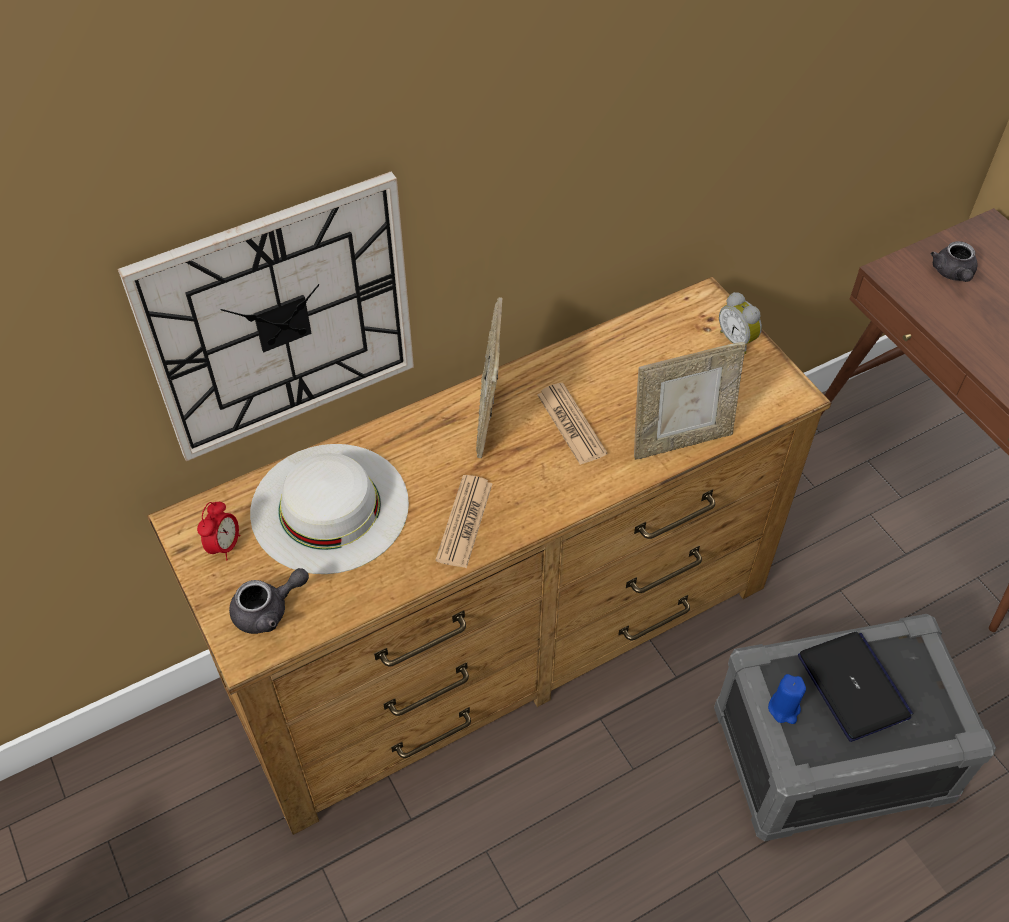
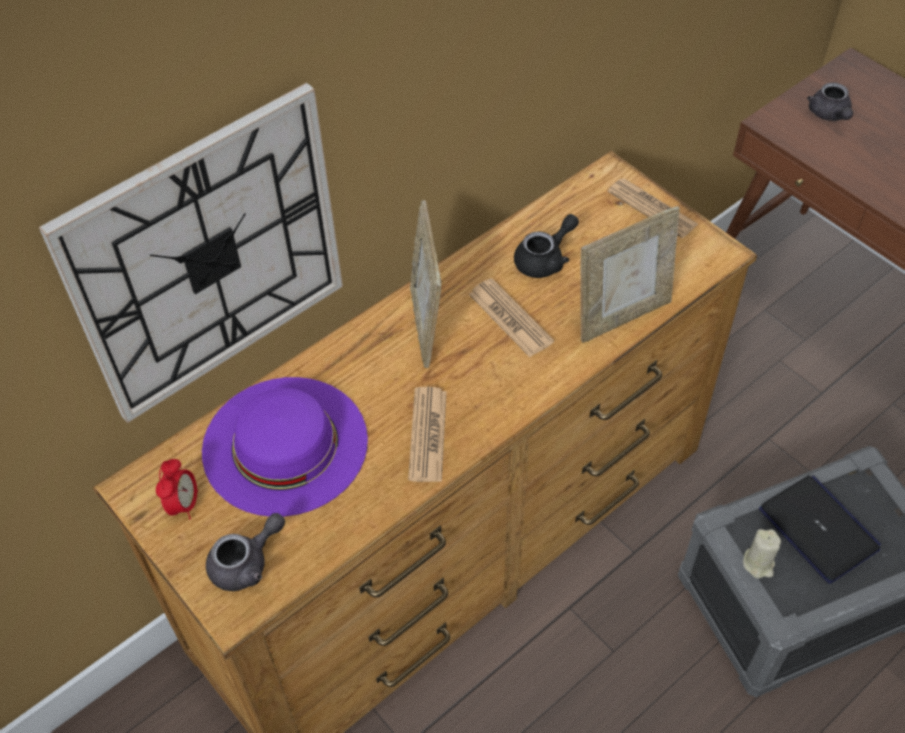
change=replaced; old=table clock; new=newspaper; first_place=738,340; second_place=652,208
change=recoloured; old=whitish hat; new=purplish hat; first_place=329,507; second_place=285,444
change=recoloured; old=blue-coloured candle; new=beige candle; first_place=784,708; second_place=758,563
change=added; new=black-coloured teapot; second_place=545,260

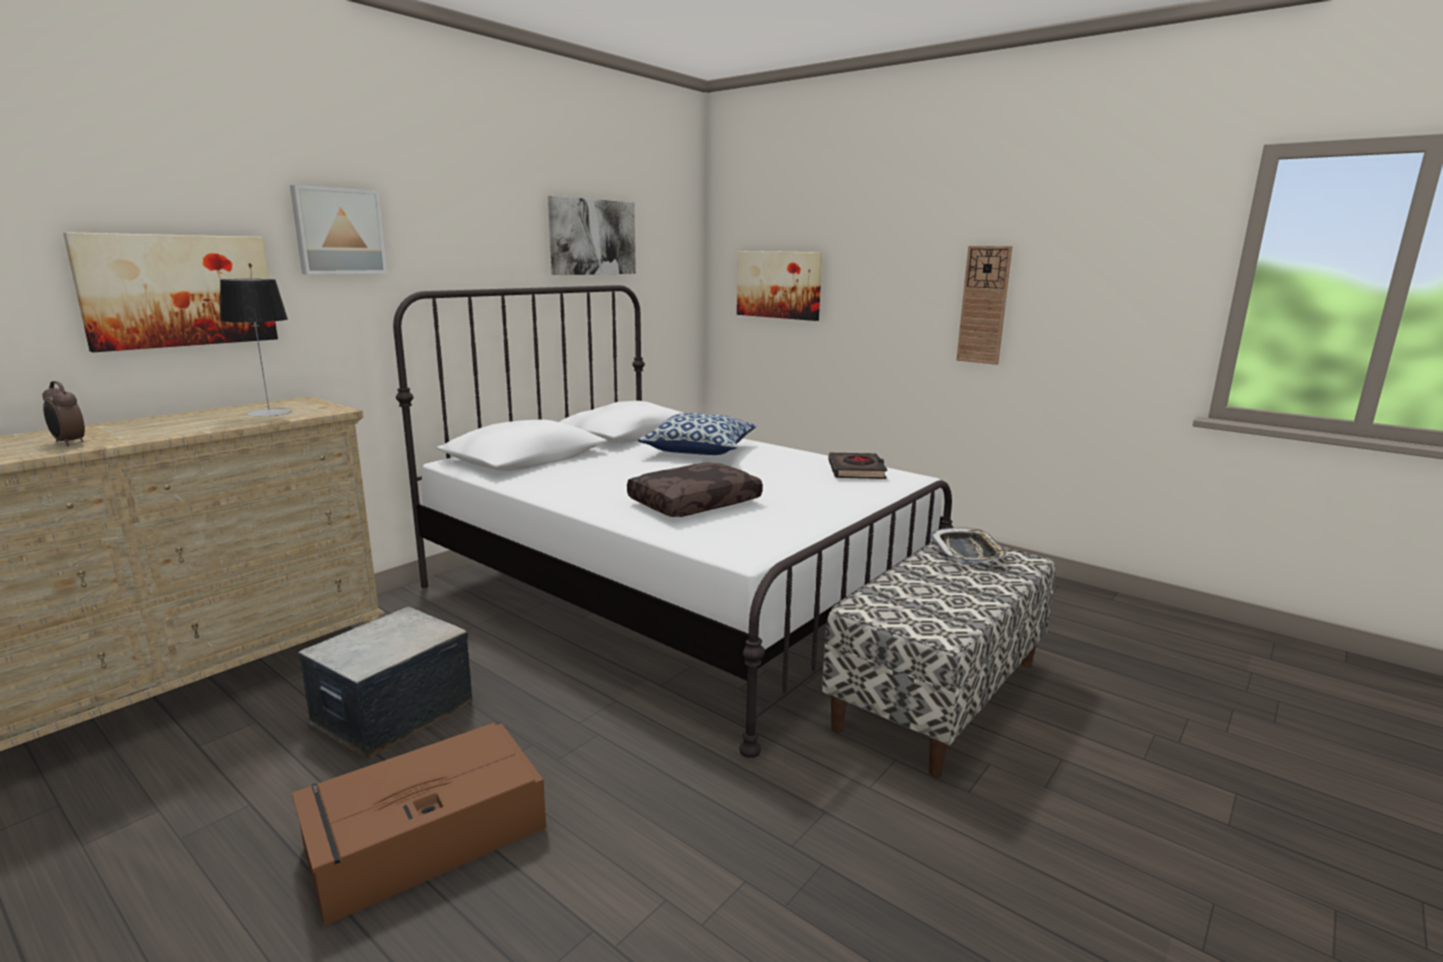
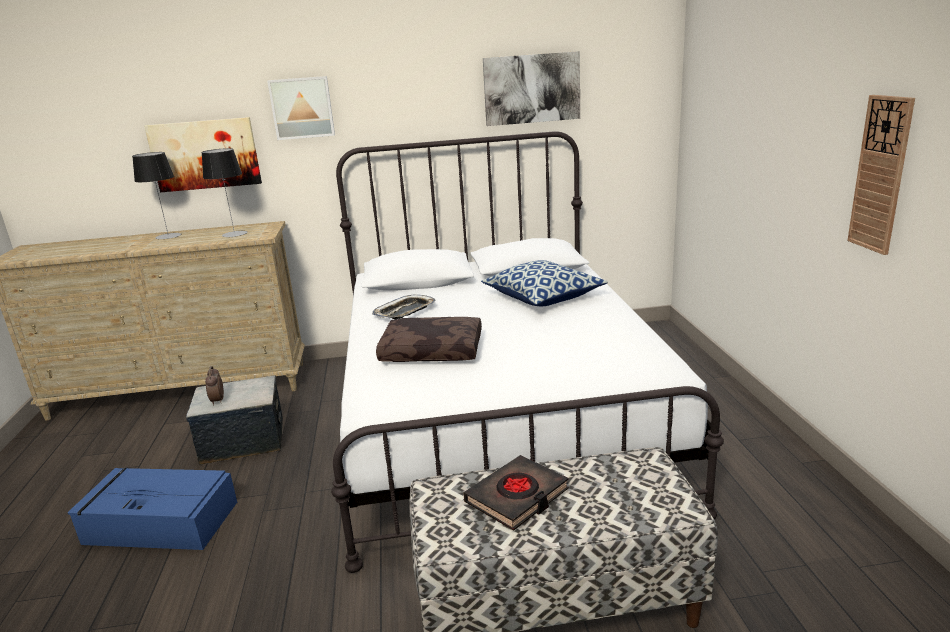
change=removed; old=wall picture; first_place=779,284
change=moved; old=table clock; first_place=68,443; second_place=217,401
change=moved; old=black-coloured volume; first_place=856,471; second_place=517,497
change=moved; old=tray; first_place=967,551; second_place=405,312
change=recoloured; old=brown storage bin; new=blue-coloured storage bin; first_place=422,838; second_place=159,522
change=added; new=tabletop lamp; second_place=168,236

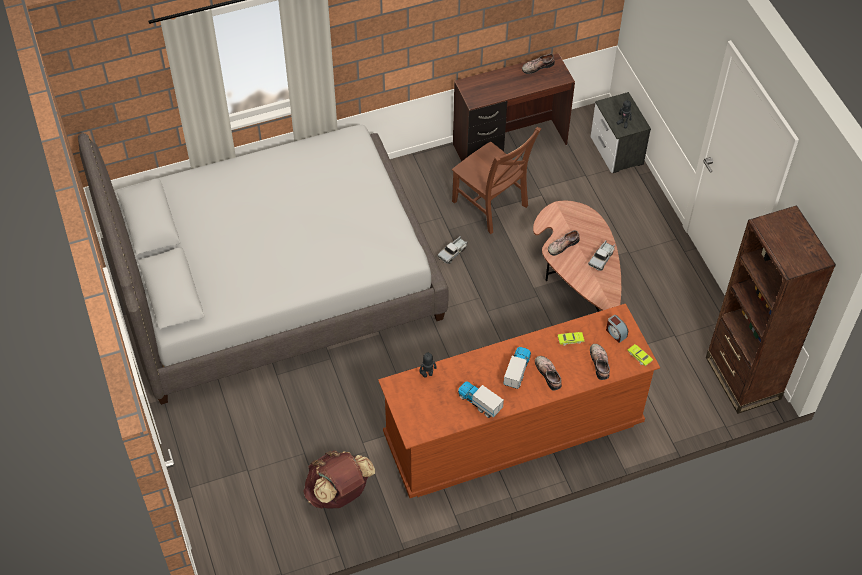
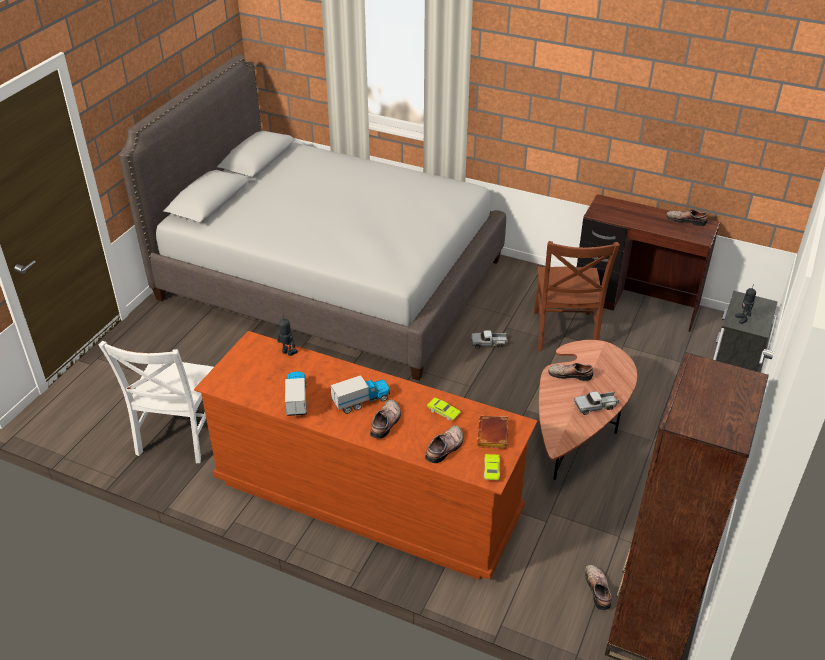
change=replaced; old=table clock; new=brown volume; first_place=615,333; second_place=494,436
change=replaced; old=brown backpack; new=whitish plain chair; first_place=339,493; second_place=178,436
change=added; new=item of footwear; second_place=599,589

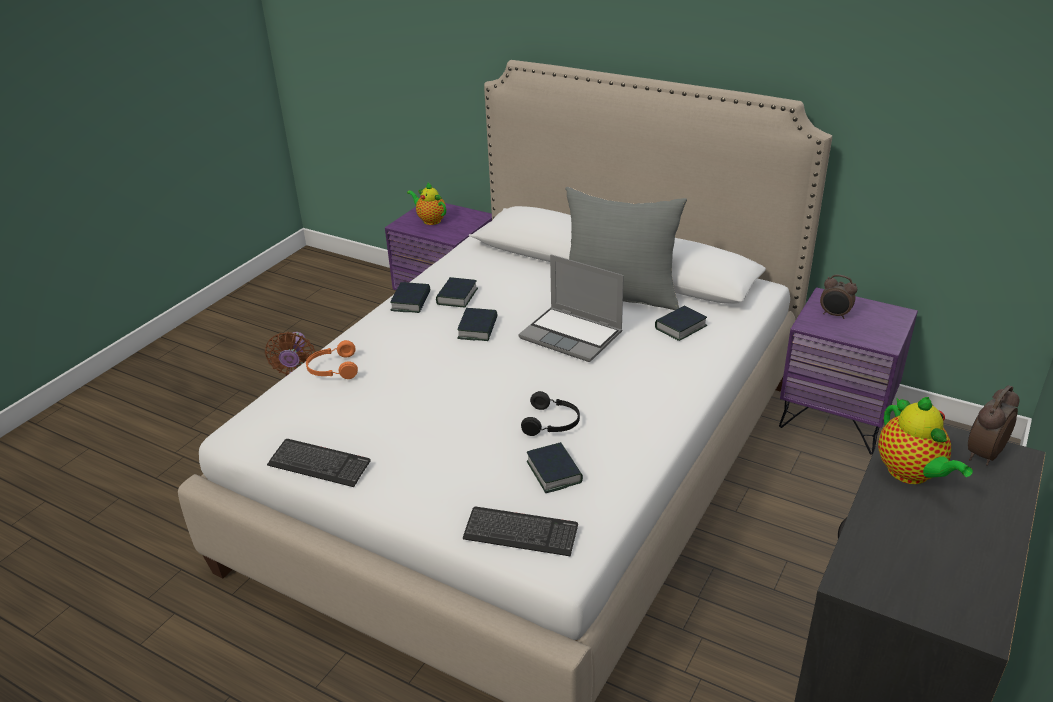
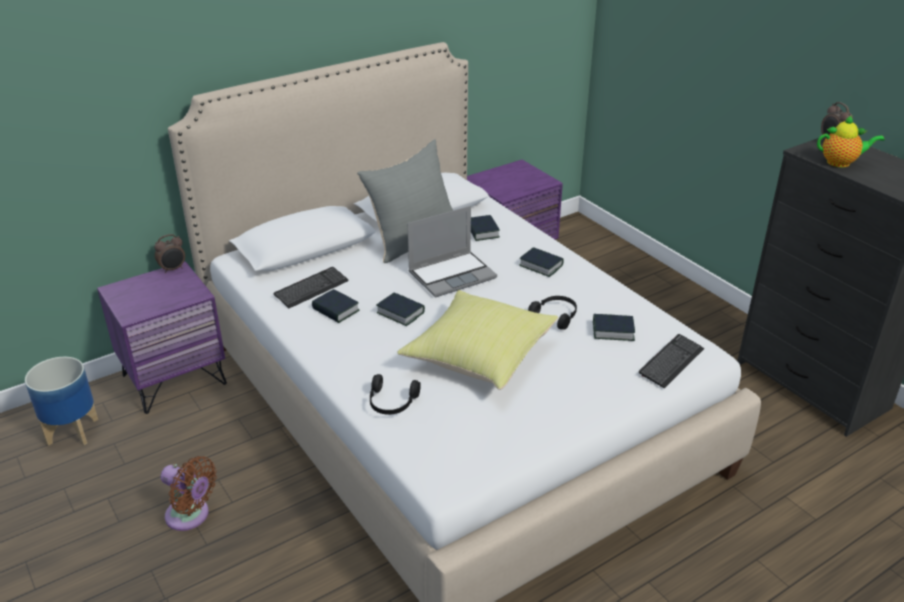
change=removed; old=teapot; first_place=430,220
change=moved; old=table clock; first_place=834,315; second_place=173,269
change=moved; old=volume; first_place=411,302; second_place=541,265
change=recoloured; old=orangey headset; new=black-coloured headset; first_place=332,369; second_place=391,403
change=moved; old=PC keyboard; first_place=319,464; second_place=311,289
change=added; new=yellow throw pillow; second_place=479,356
change=added; new=flower pot; second_place=73,431

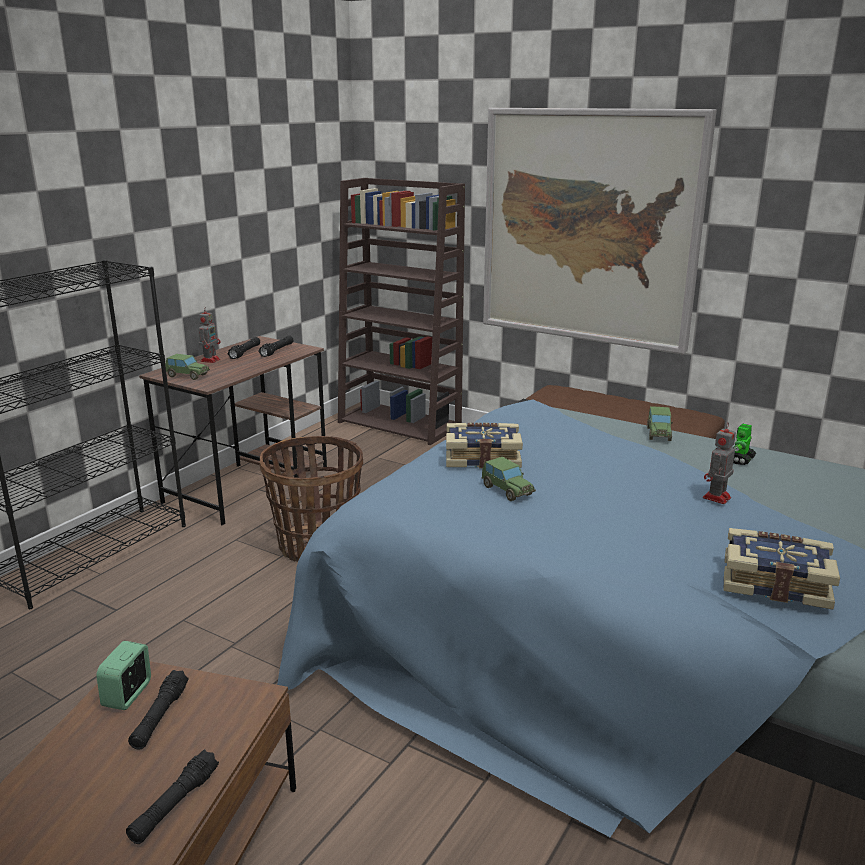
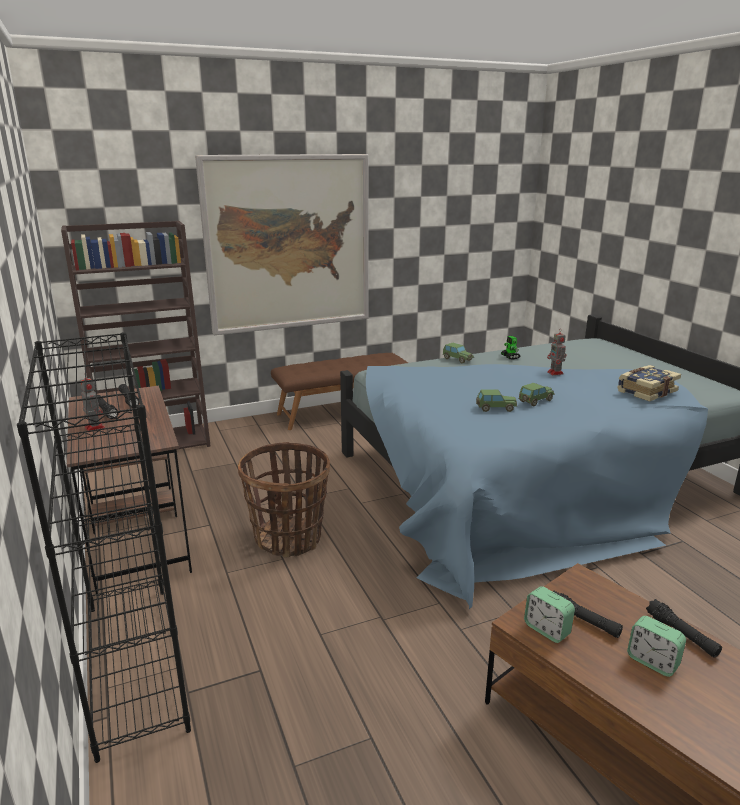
change=moved; old=model car; first_place=187,375; second_place=535,401
change=removed; old=volume; first_place=482,457
change=added; new=table clock; second_place=652,661

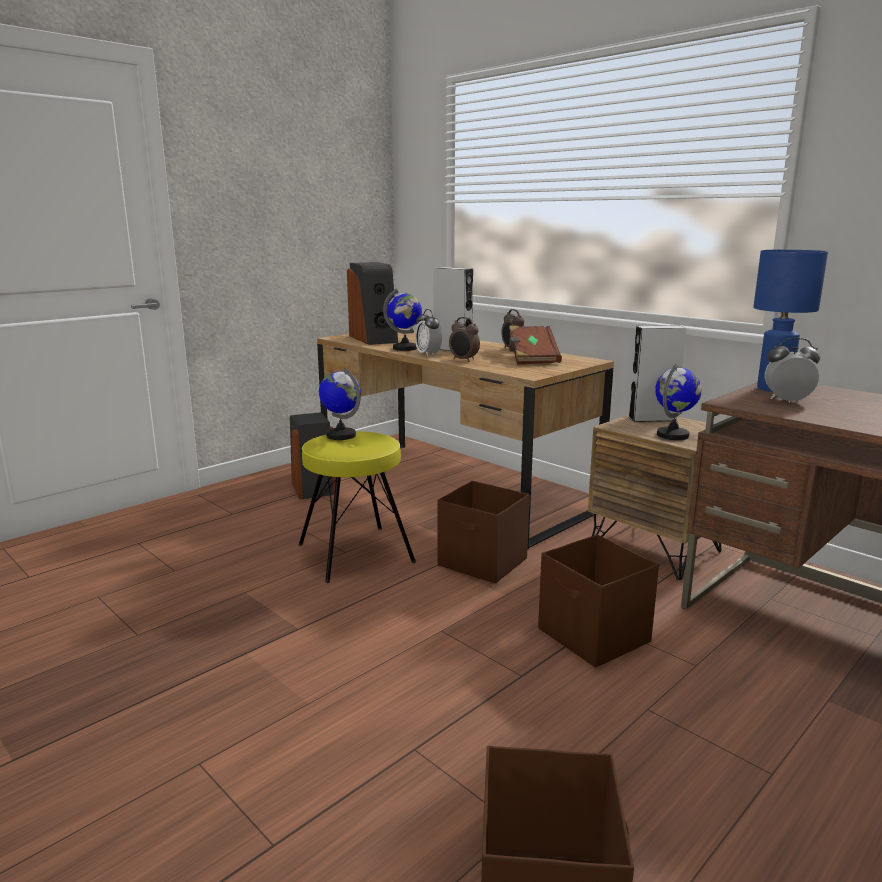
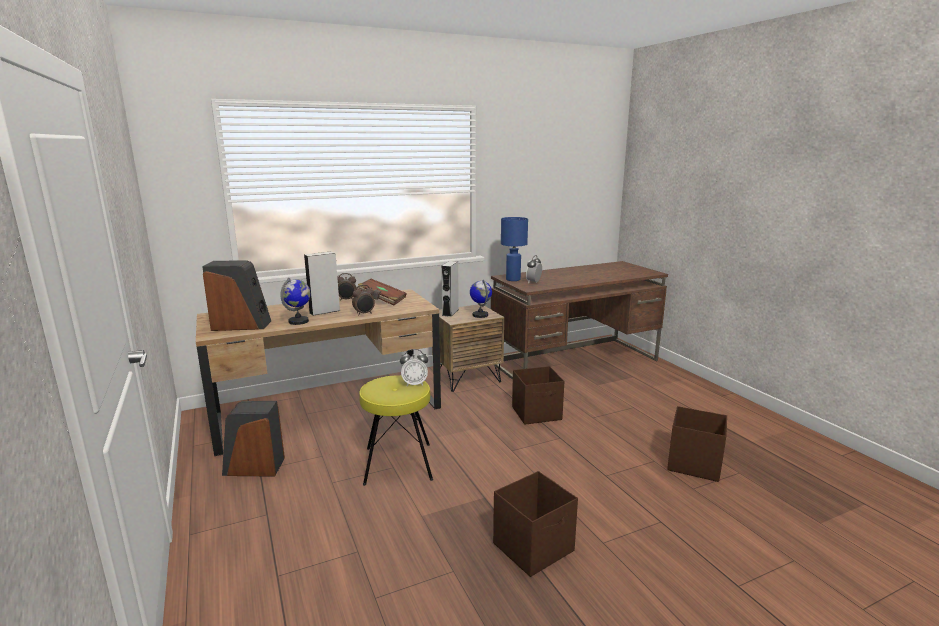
change=moved; old=table clock; first_place=428,354; second_place=414,384
change=removed; old=desk globe; first_place=341,435
change=moved; old=brown storage bin; first_place=483,563; second_place=534,547

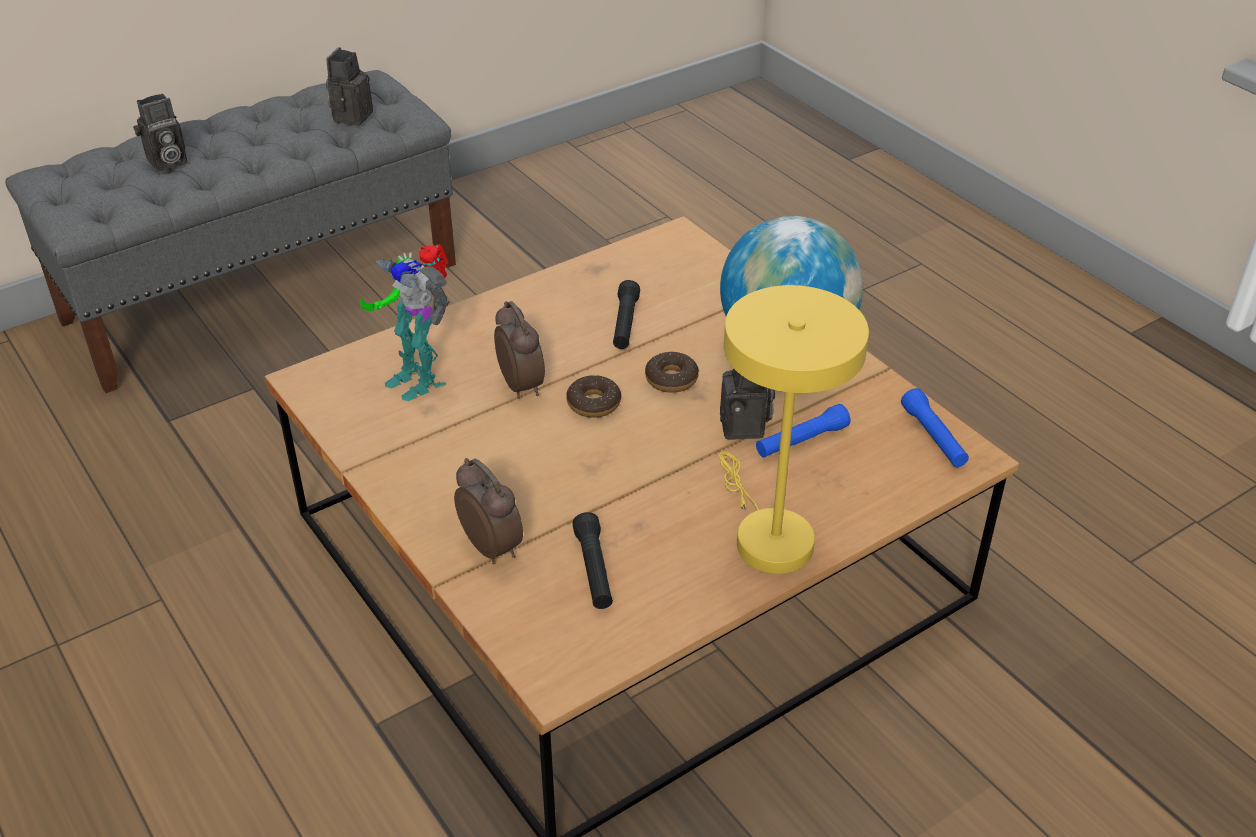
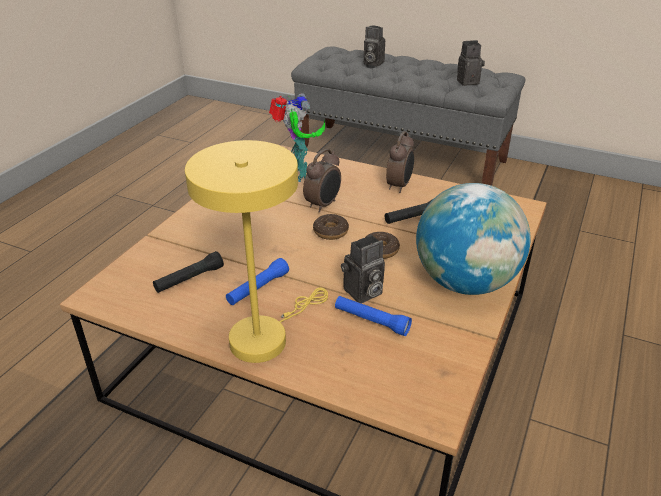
change=turned; old=toy robot; first_place=418,377; second_place=300,176; degrees=150
change=moved; old=blue-coloured torch; first_place=933,437; second_place=258,288
change=moved; old=table clock; first_place=492,547; second_place=399,186

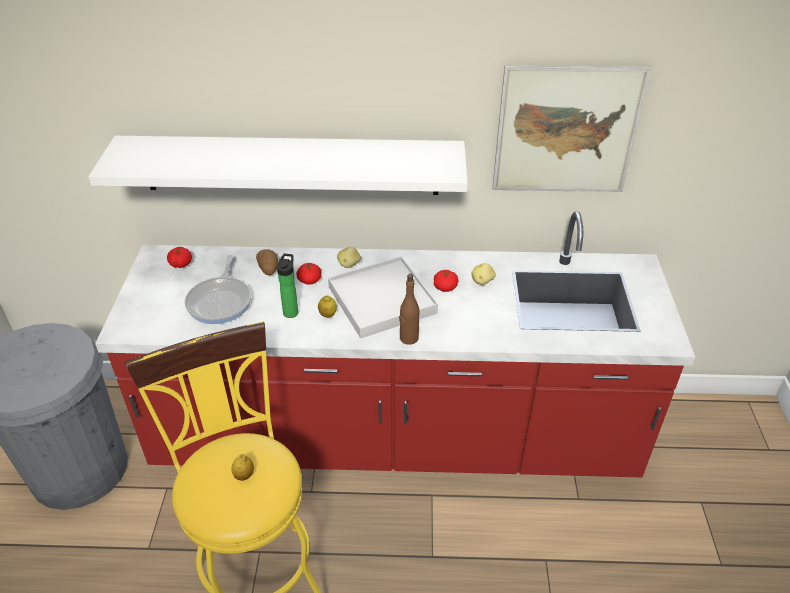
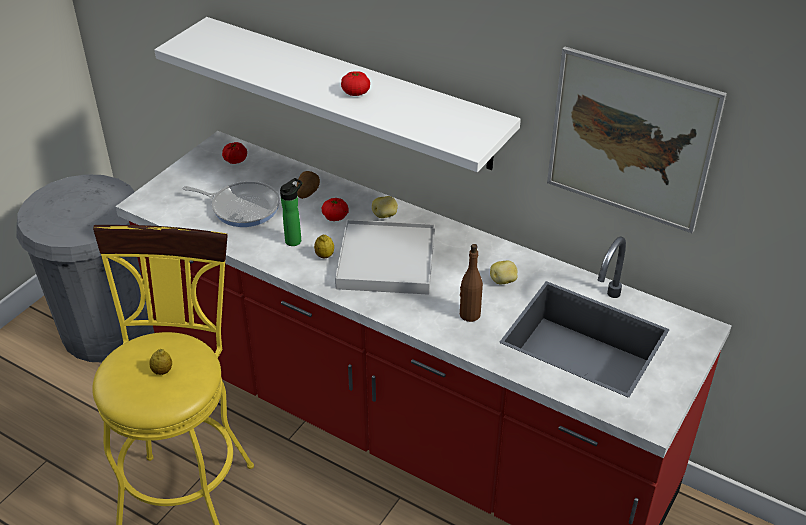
change=turned; old=pan; first_place=221,301; second_place=242,207; degrees=-105
change=moved; old=tomato; first_place=445,287; second_place=355,92
change=moved; old=brown beverage bottle; first_place=408,338; second_place=469,314

